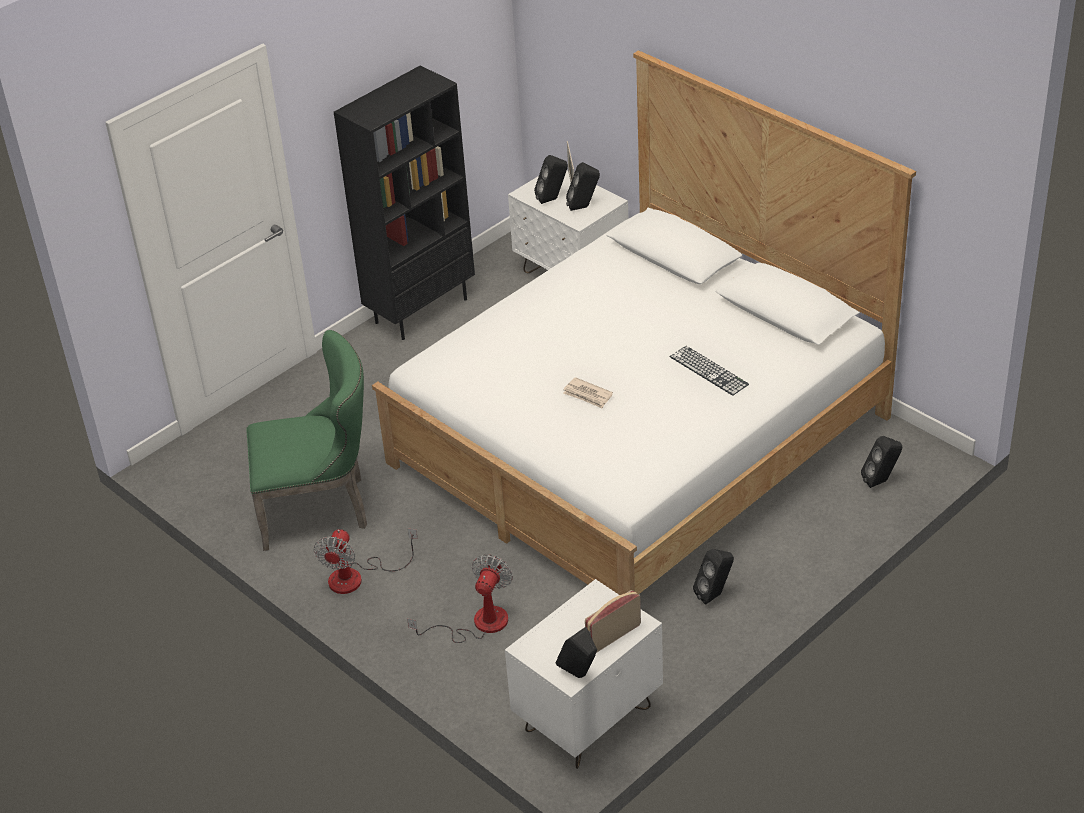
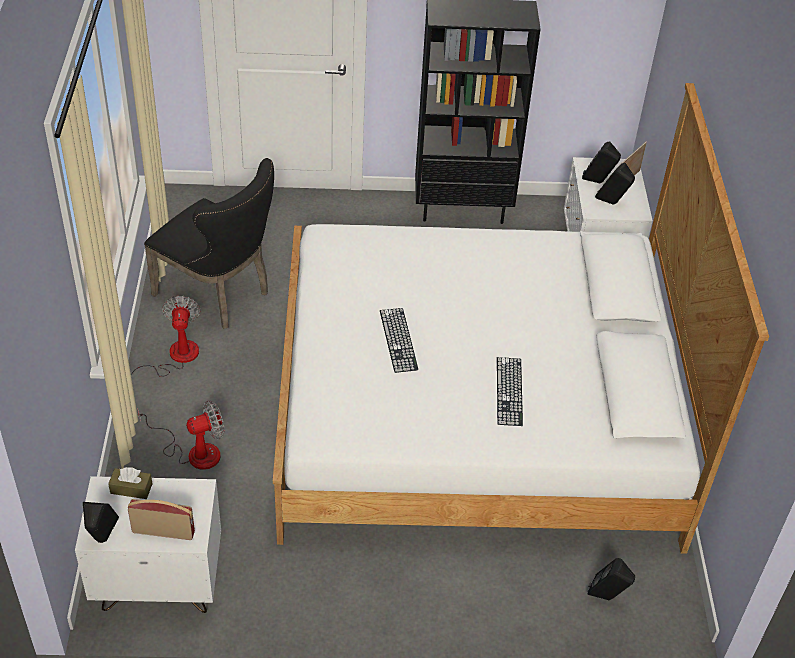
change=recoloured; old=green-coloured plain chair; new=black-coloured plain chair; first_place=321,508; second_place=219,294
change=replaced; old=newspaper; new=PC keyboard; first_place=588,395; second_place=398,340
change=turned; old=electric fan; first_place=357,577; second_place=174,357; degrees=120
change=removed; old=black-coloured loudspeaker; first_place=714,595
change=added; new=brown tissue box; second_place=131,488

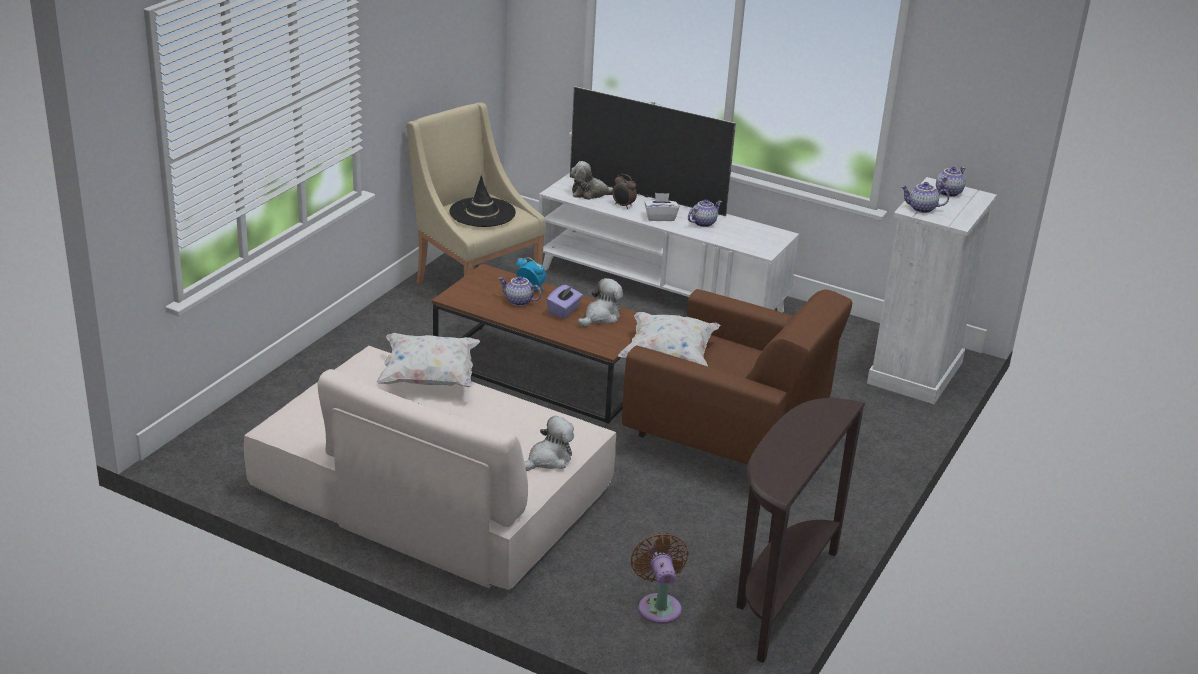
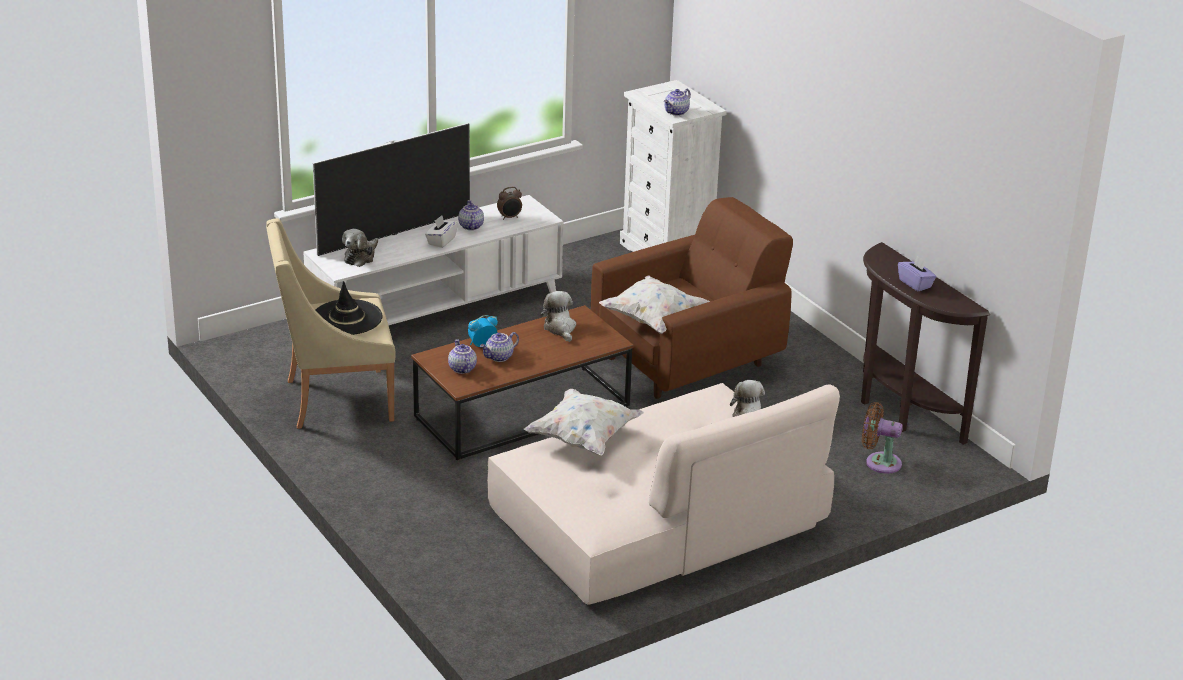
change=moved; old=teapot; first_place=948,192; second_place=461,368
change=moved; old=table clock; first_place=623,206; second_place=509,217
change=moved; old=purplish tissue box; first_place=564,311; second_place=915,284

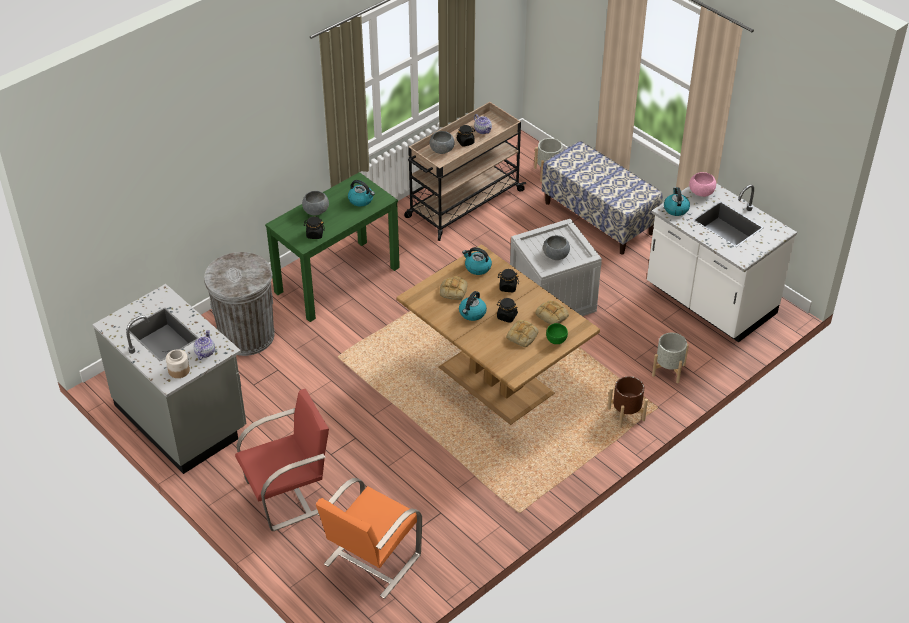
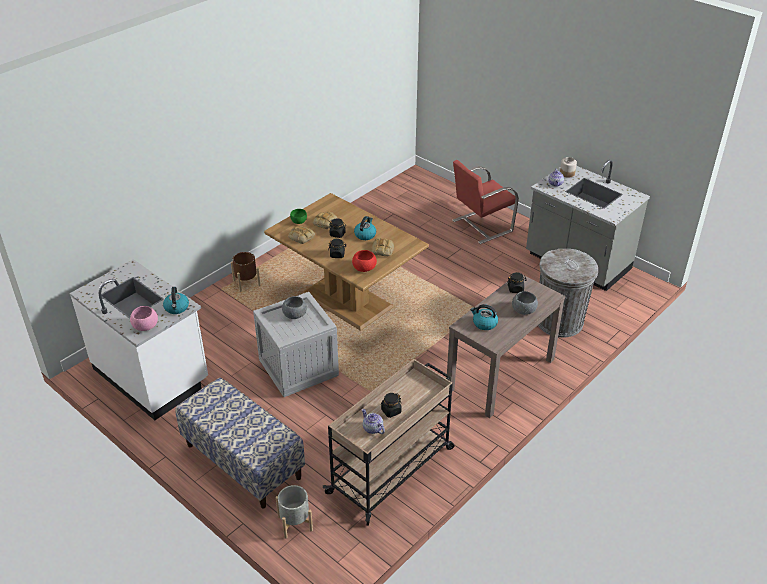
change=removed; old=greyish deep dish; first_place=442,150
change=recoloured; old=green-coloured hall table; new=brown hall table; first_place=337,279; second_place=500,375
change=replaced; old=tea kettle; new=red deep dish; first_place=477,267; second_place=364,268
change=removed; old=greyish flower pot; first_place=668,370
change=removed; old=orangey plain chair; first_place=371,560

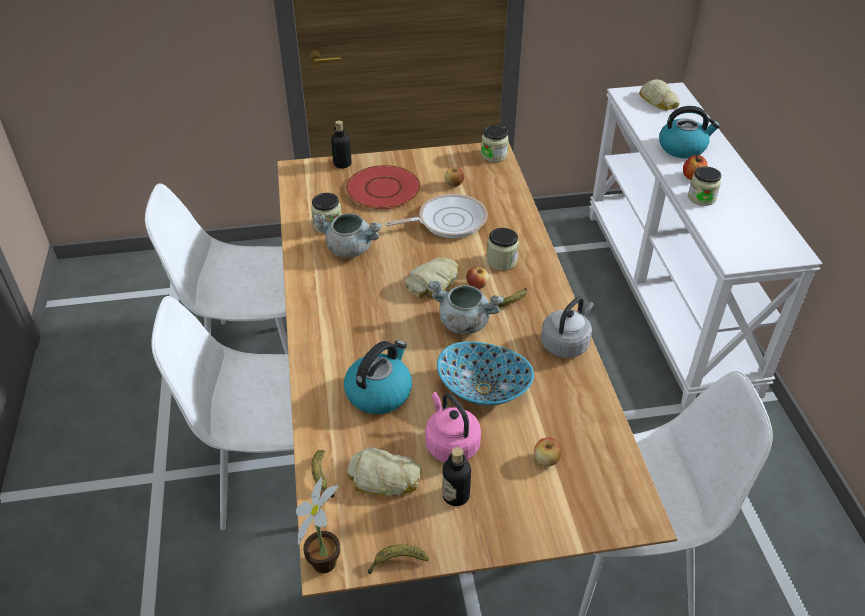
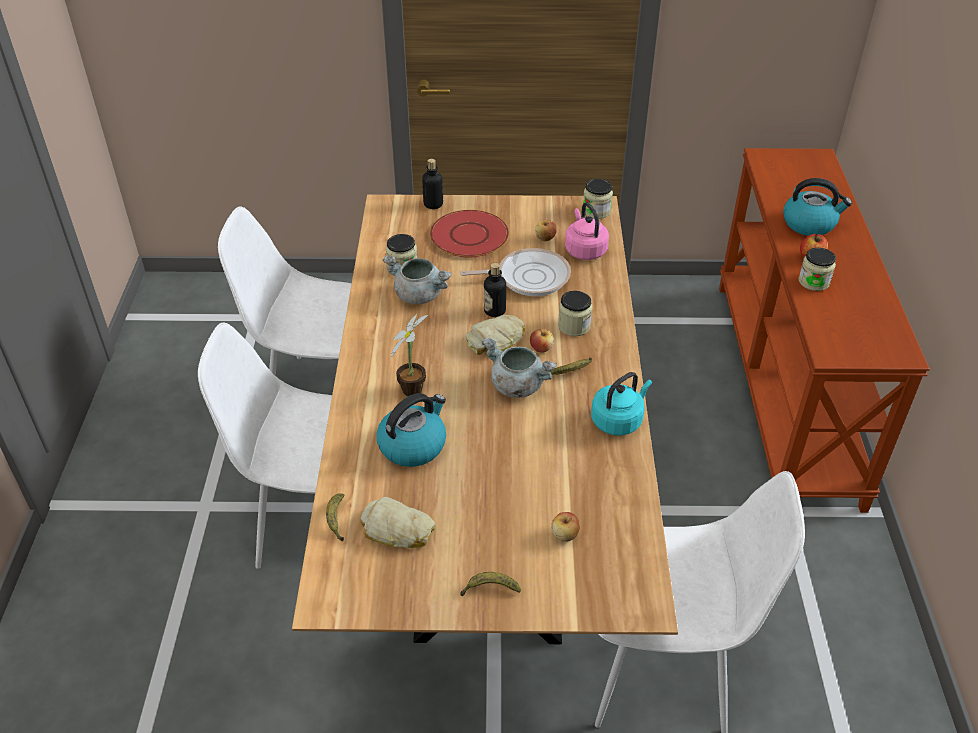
change=removed; old=bakery bread; first_place=658,100
change=recoloured; old=whitish hall table; new=brown hall table; first_place=669,297; second_place=787,388
change=recoloured; old=greyish tea kettle; new=turquoise tea kettle; first_place=566,343; second_place=618,420
change=removed; old=deep dish; first_place=483,388
change=moved; old=pink tea kettle; first_place=450,444; second_place=584,250
change=moved; old=beverage bottle; first_place=456,495; second_place=494,311
change=moved; old=houseplant; first_place=325,558; second_place=414,388
change=moved; old=banana; first_place=397,562; second_place=490,589

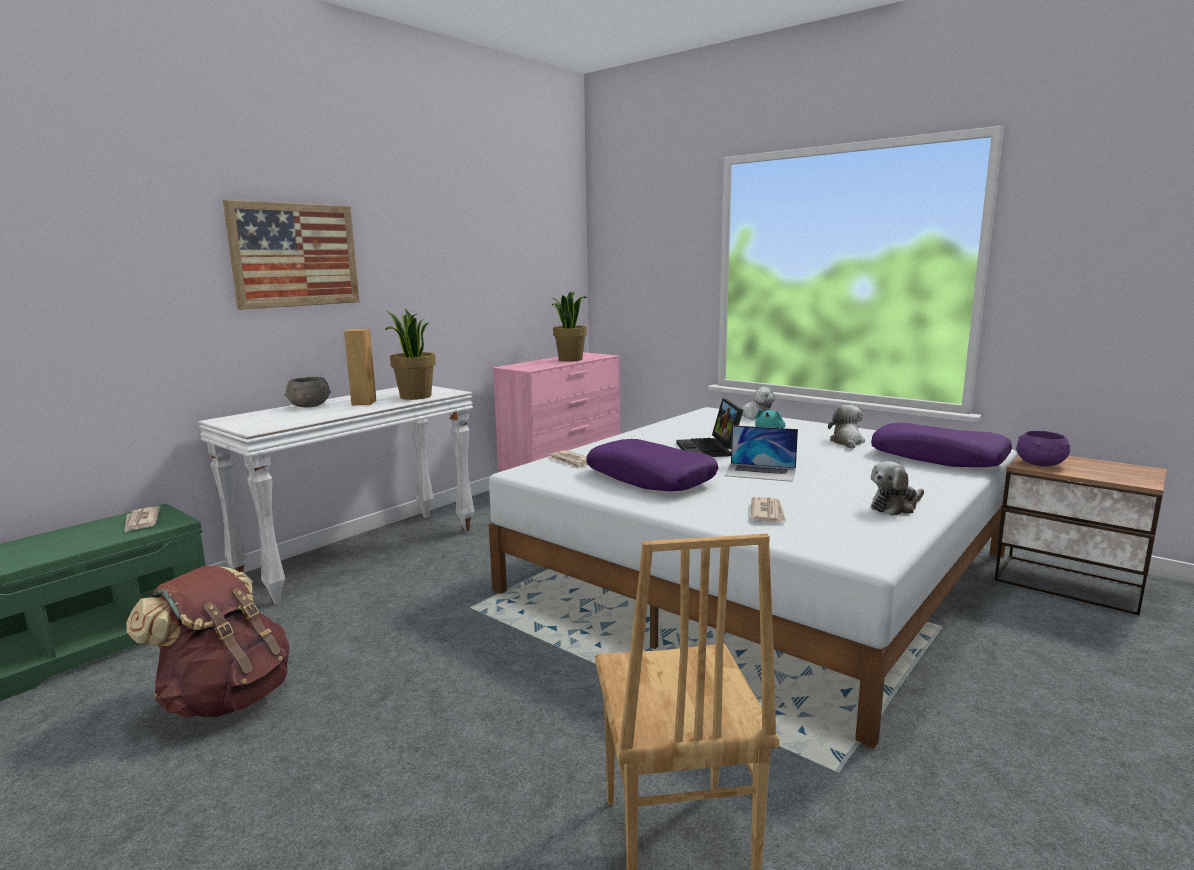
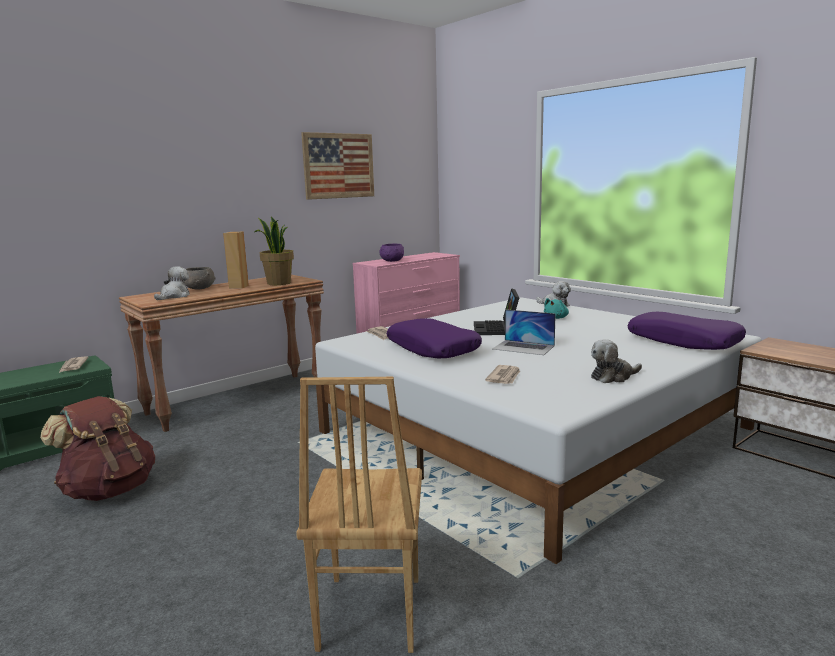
change=moved; old=wall picture; first_place=295,255; second_place=339,166
change=removed; old=houseplant; first_place=570,359
change=recoloured; old=whitish hall table; new=brown hall table; first_place=361,553; second_place=238,400
change=moved; old=soft toy; first_place=847,442; second_place=174,296
change=moved; old=purplish deep dish; first_place=1040,464; second_place=392,261

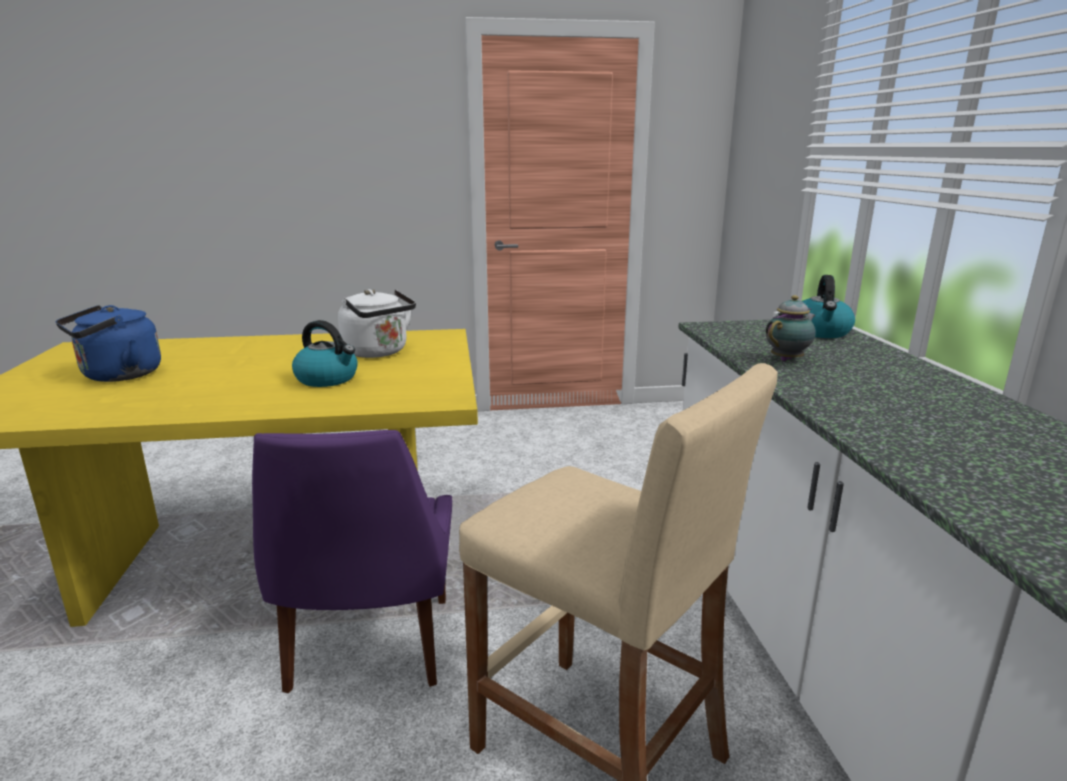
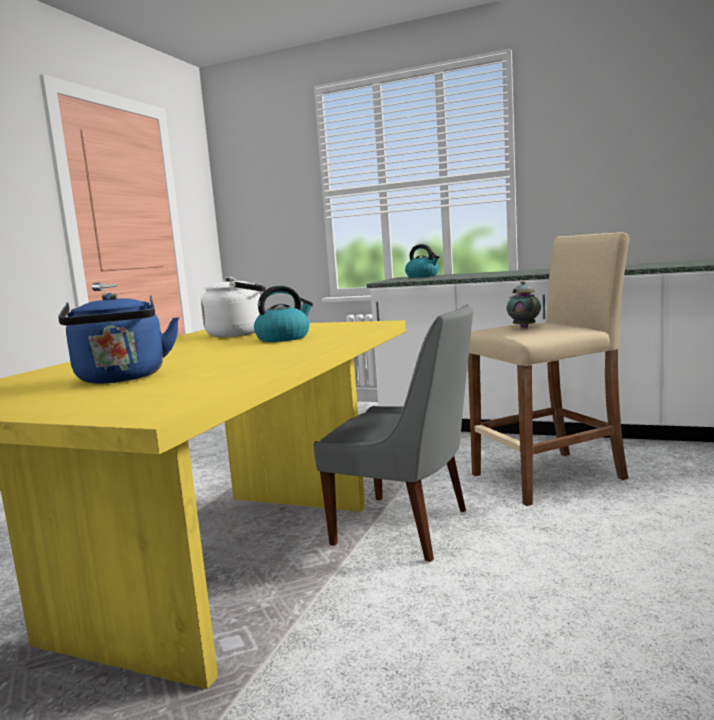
change=moved; old=teapot; first_place=788,359; second_place=523,327
change=recoloured; old=purplish plain chair; new=greyish plain chair; first_place=369,648; second_place=407,528

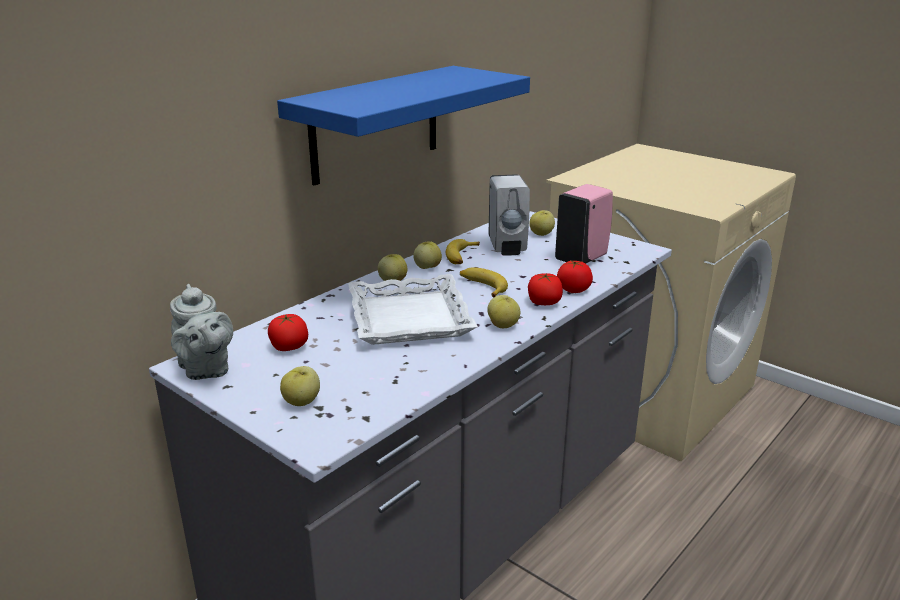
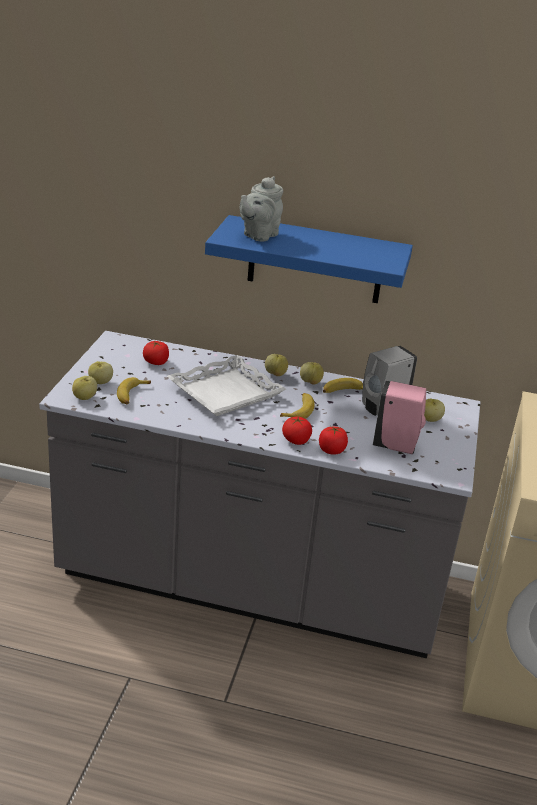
change=moved; old=greyish teapot; first_place=205,370; second_place=258,235
change=moved; old=apple; first_place=503,325; second_place=85,398
change=added; new=banana; second_place=132,395

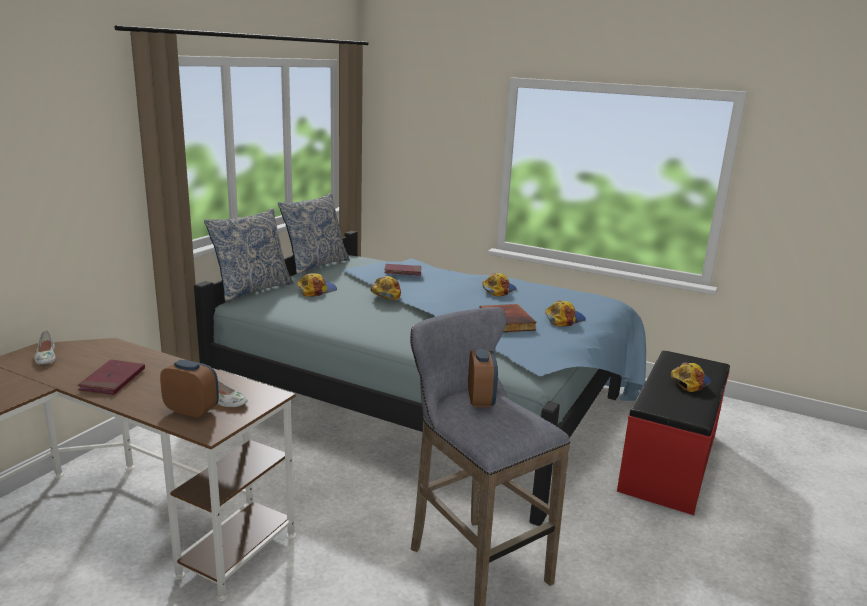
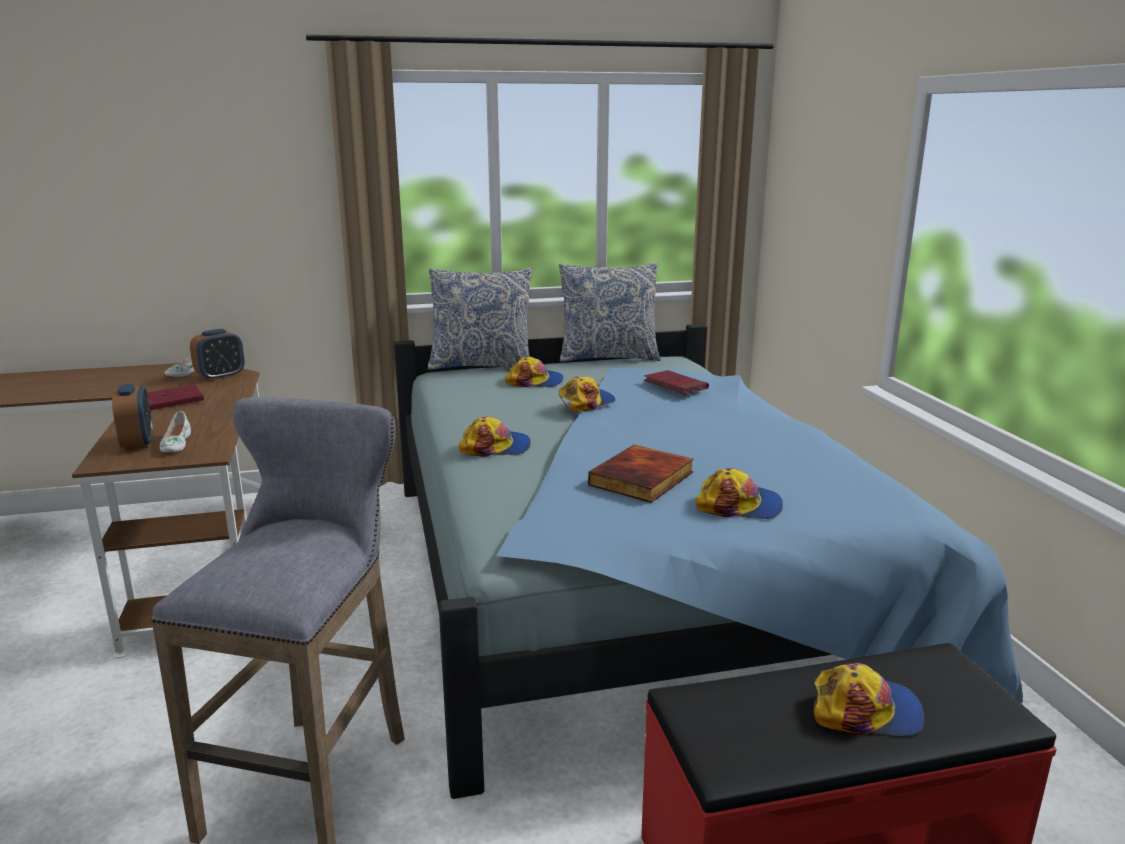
change=moved; old=peaked cap; first_place=498,290; second_place=496,447
change=moved; old=table clock; first_place=480,400; second_place=221,376

